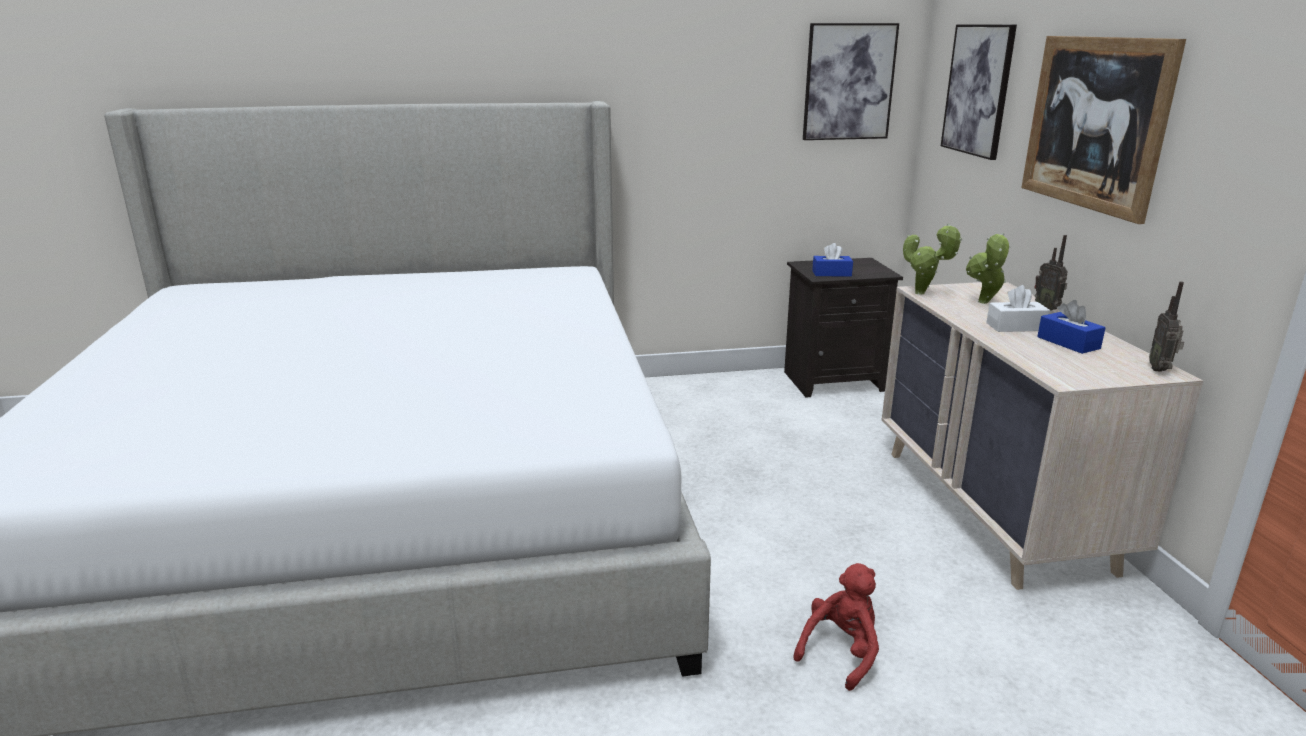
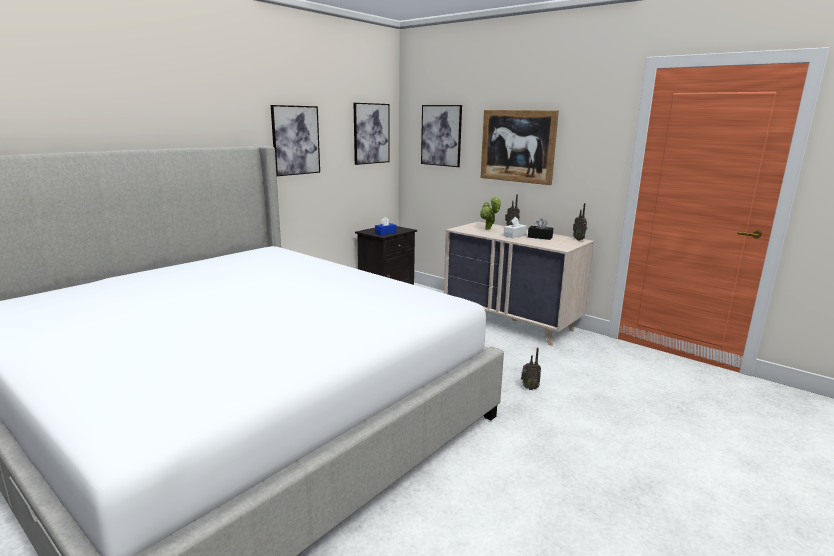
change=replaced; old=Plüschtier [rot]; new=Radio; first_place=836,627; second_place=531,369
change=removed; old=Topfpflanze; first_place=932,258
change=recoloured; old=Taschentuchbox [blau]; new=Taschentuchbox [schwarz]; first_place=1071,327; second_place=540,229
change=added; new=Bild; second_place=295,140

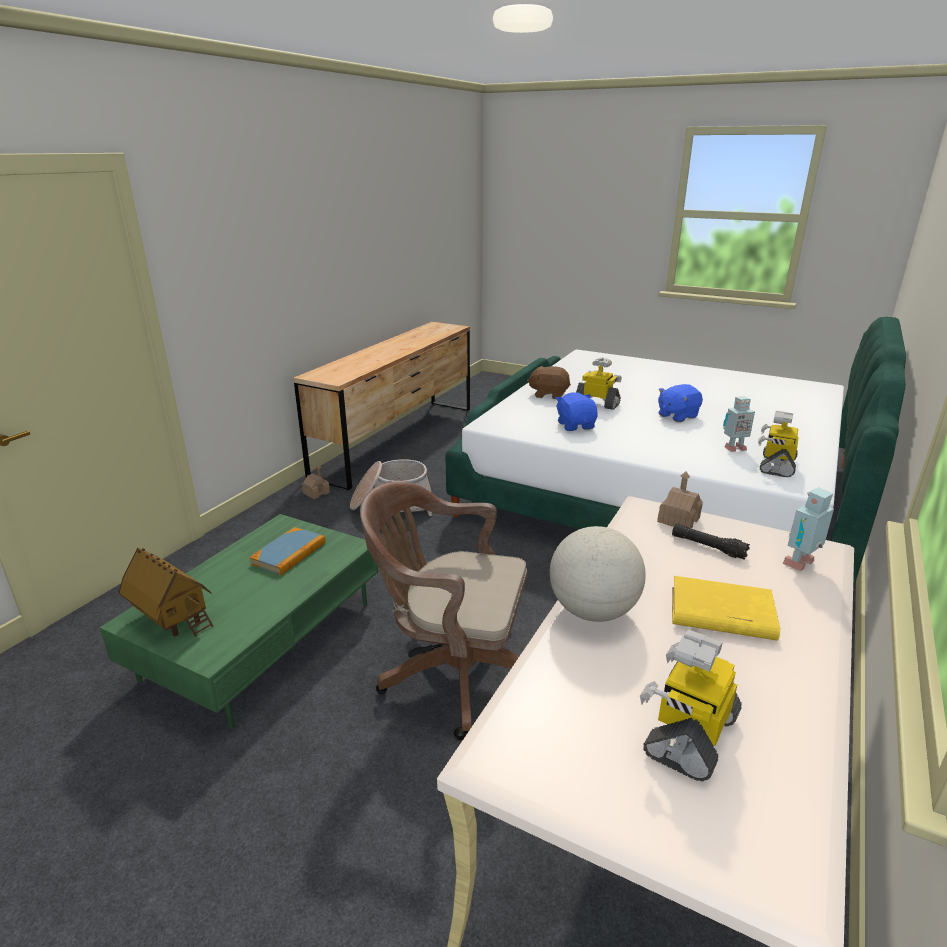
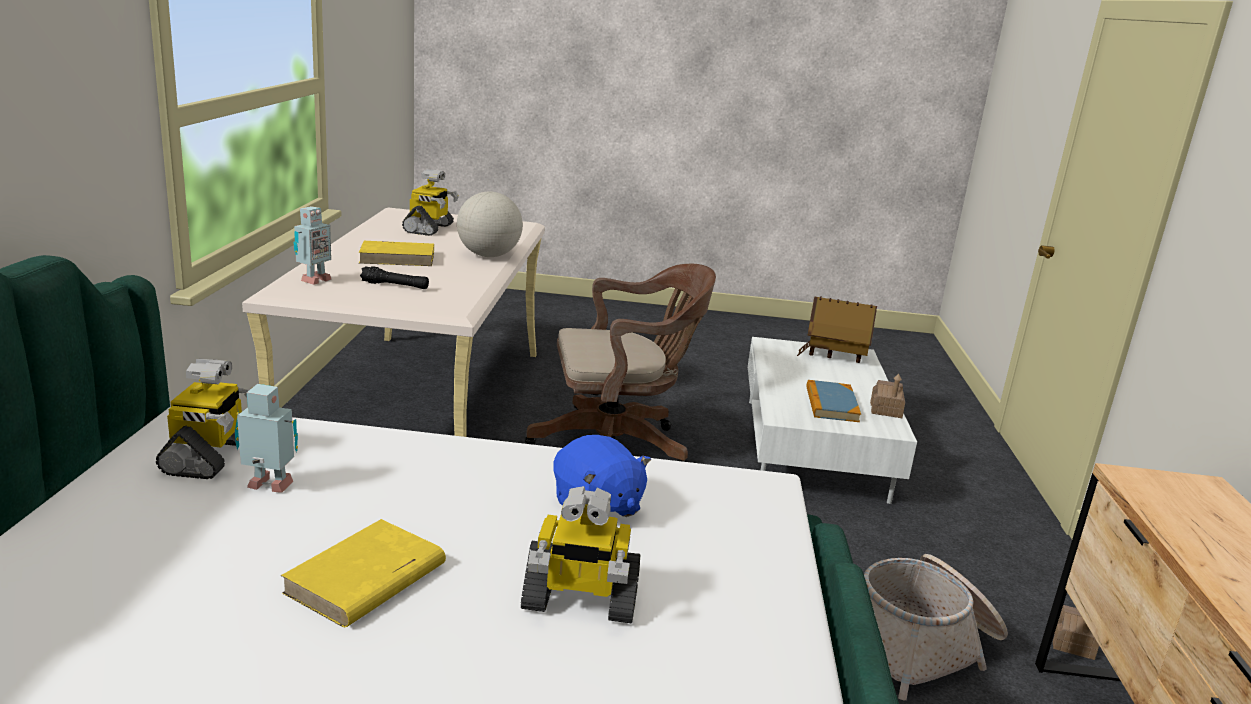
change=recoloured; old=Couchtisch [grün]; new=Couchtisch [weiß]; first_place=239,621; second_place=832,420
change=removed; old=Plüschtier [braun]; first_place=549,382
change=moved; old=Spielzeughaus; first_place=680,500; second_place=887,396
change=replaced; old=Plüschtier [blau]; new=Buch [gelb]; first_place=680,403; second_place=363,573
change=turned; old=Spielzeugroboter; first_place=739,424; second_place=266,438; degrees=45

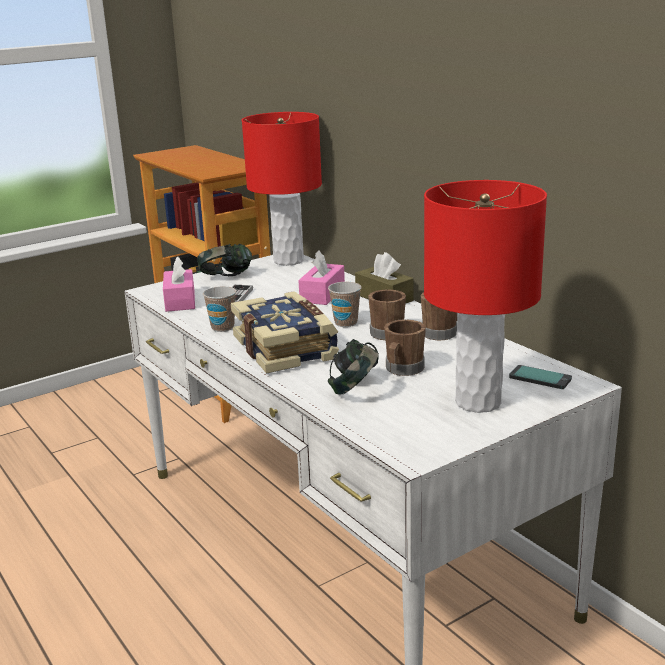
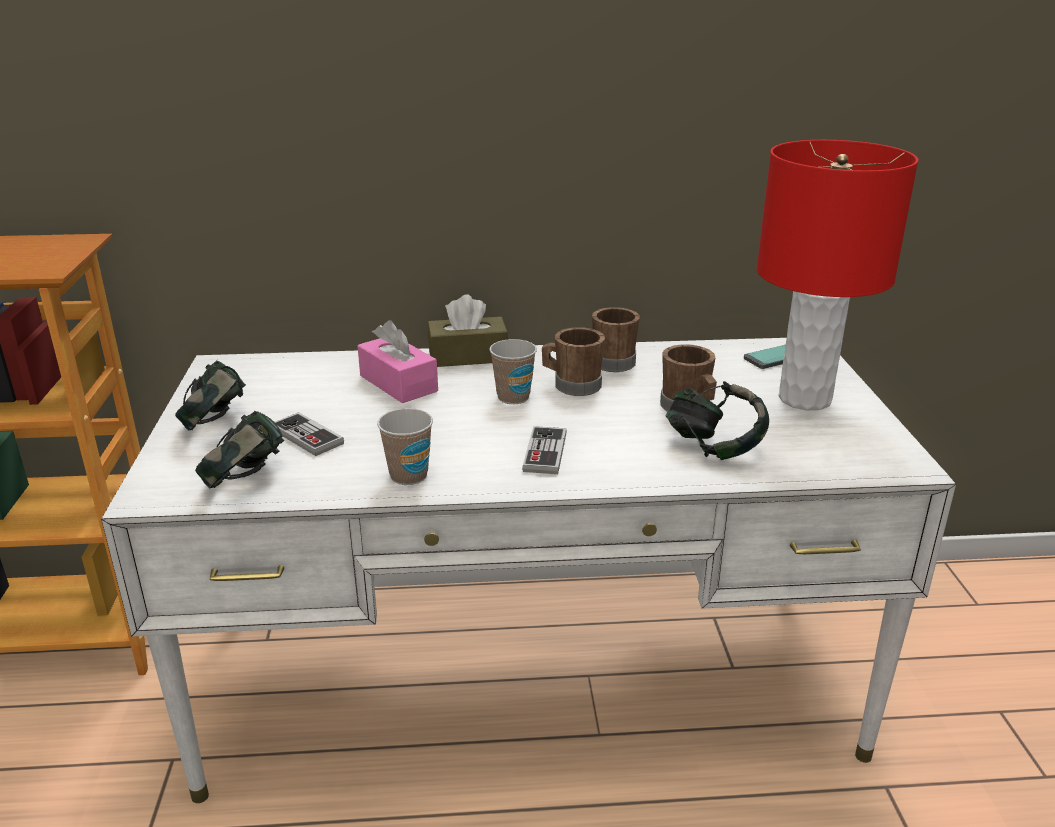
change=replaced; old=Taschentuchbox [rosa]; new=Kopfhörer; first_place=179,284; second_place=239,449
change=replaced; old=Buch; new=Gamepad; first_place=285,332; second_place=544,450
change=removed; old=Tischlampe [rot]; first_place=282,189

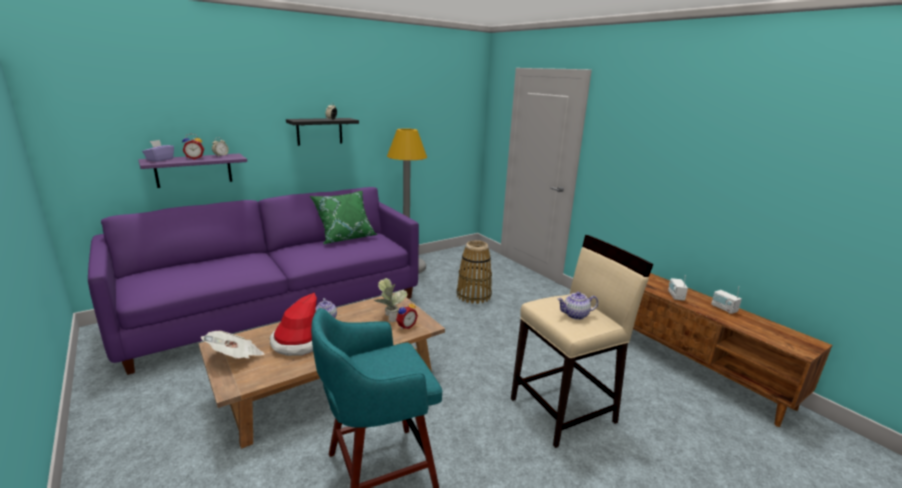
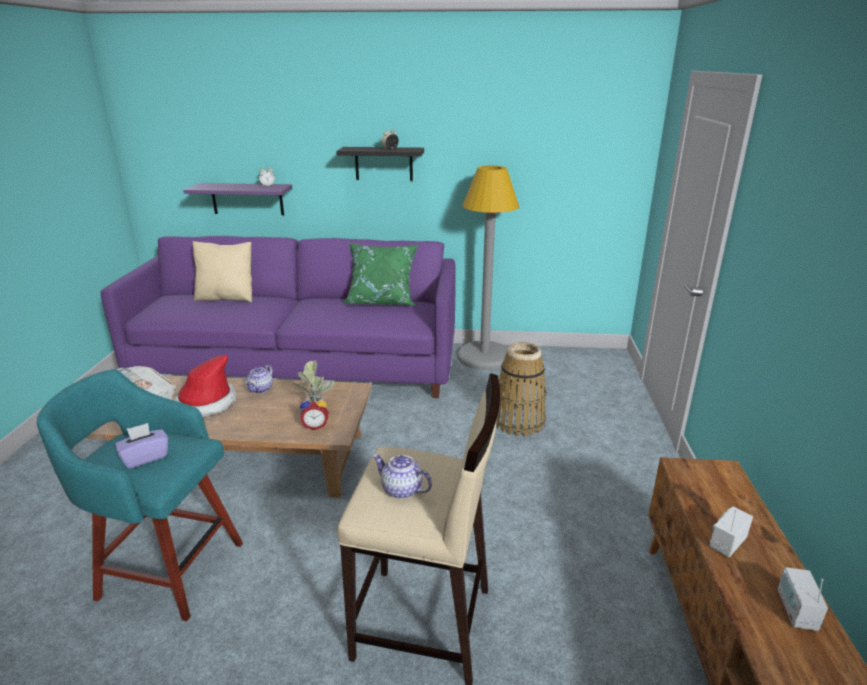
change=moved; old=Taschentuchbox [lila]; first_place=158,151; second_place=141,446
change=removed; old=Wecker; first_place=193,147
change=added; new=Kissen [beige]; second_place=222,271

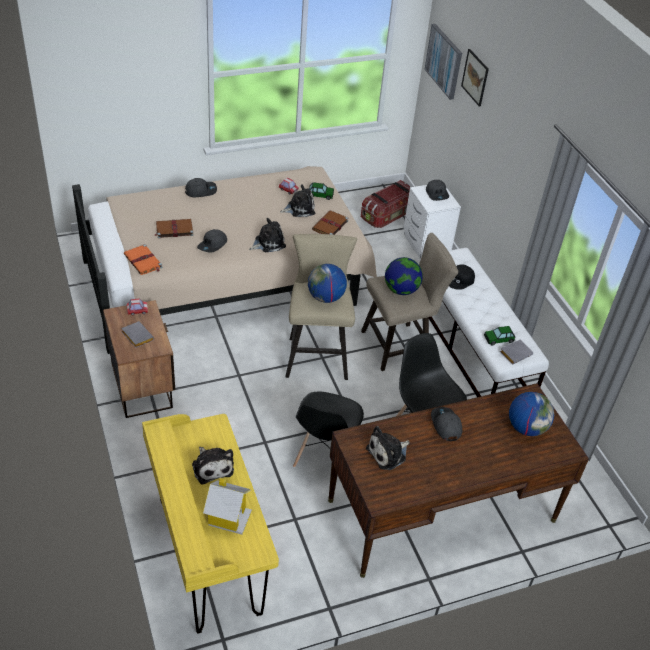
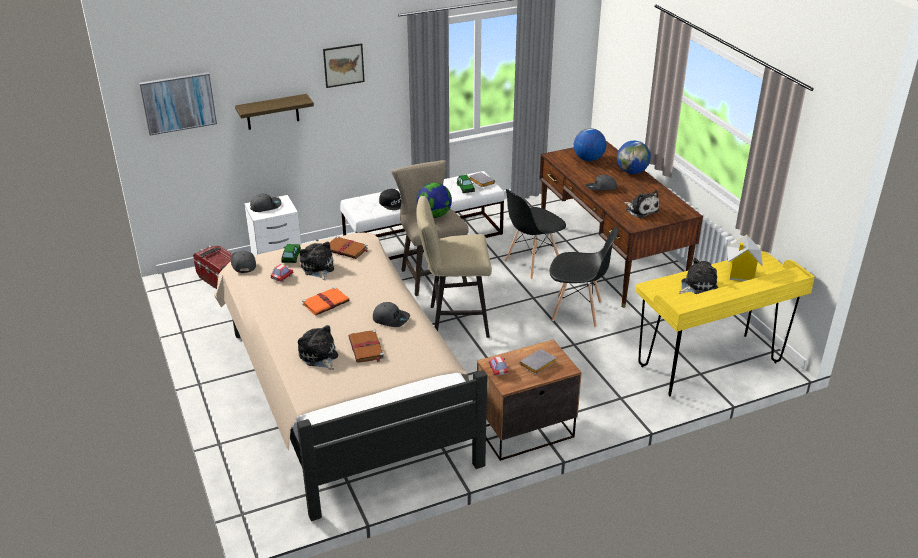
change=moved; old=Buch [orange]; first_place=143,259; second_place=325,301
change=moved; old=Kappe [grau]; first_place=201,187; second_place=243,262
change=moved; old=Plüschtier; first_place=267,235; second_place=318,347
change=moved; old=Globus; first_place=327,283; second_place=634,157
change=moved; old=Bild; first_place=475,78; second_place=344,65
change=added; new=Wandregal; second_place=274,112

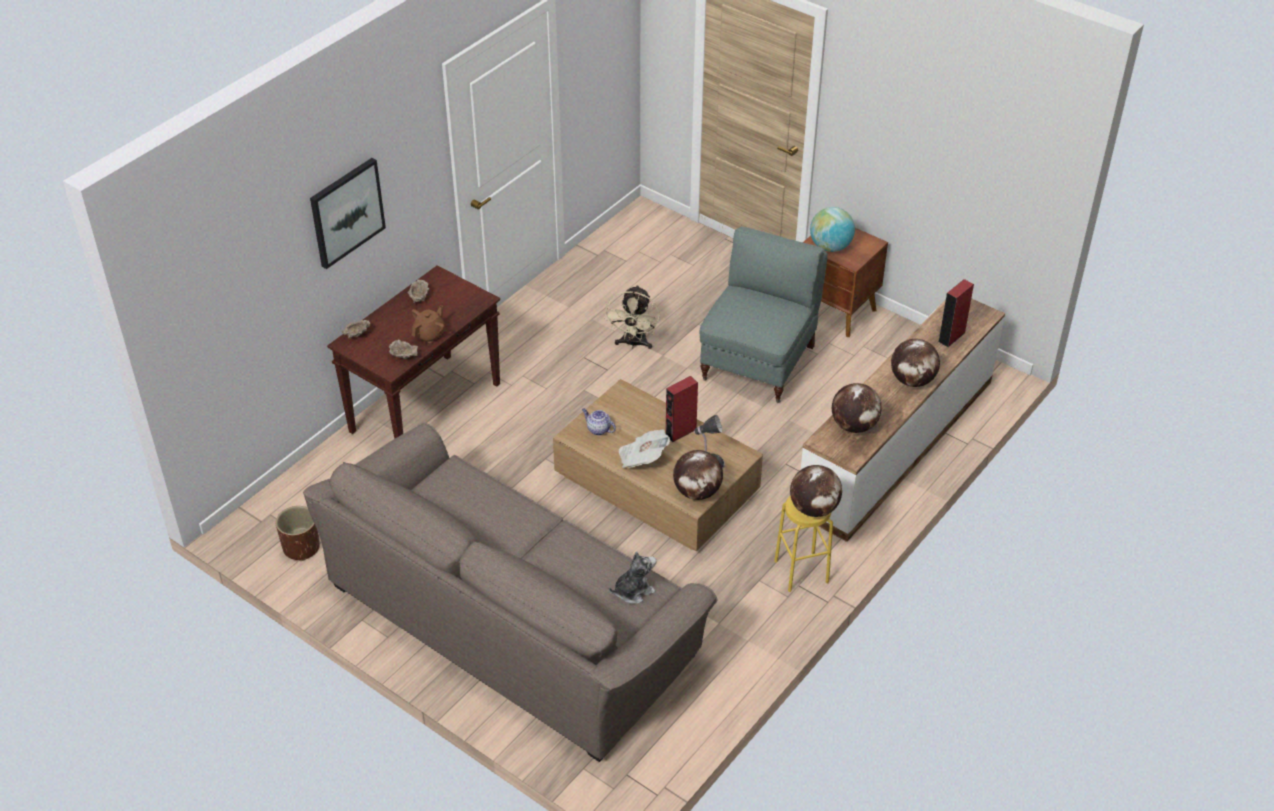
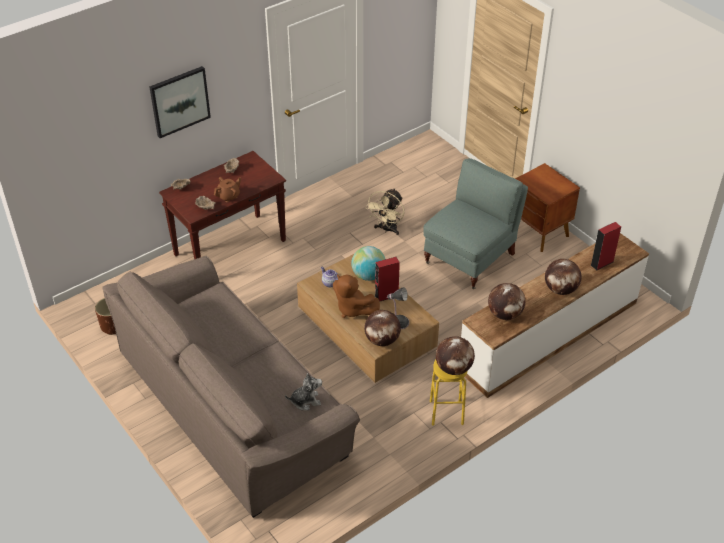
change=replaced; old=Zeitung; new=Plüschtier [braun]; first_place=644,449; second_place=356,296
change=moved; old=Globus; first_place=832,229; second_place=368,263

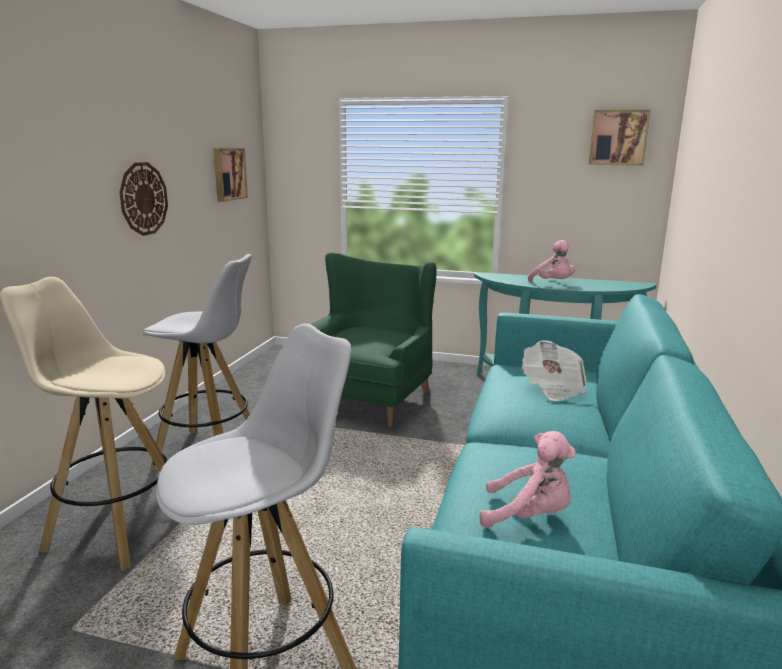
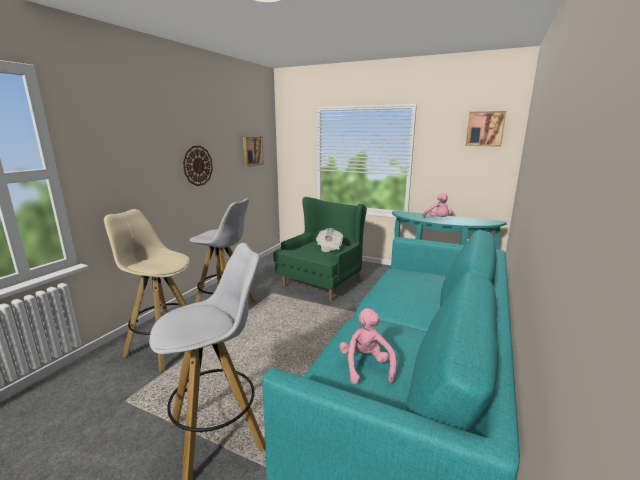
change=turned; old=Plüschtier [rosa]; first_place=528,479; second_place=368,346; degrees=-120
change=moved; old=Zeitung; first_place=553,370; second_place=329,240

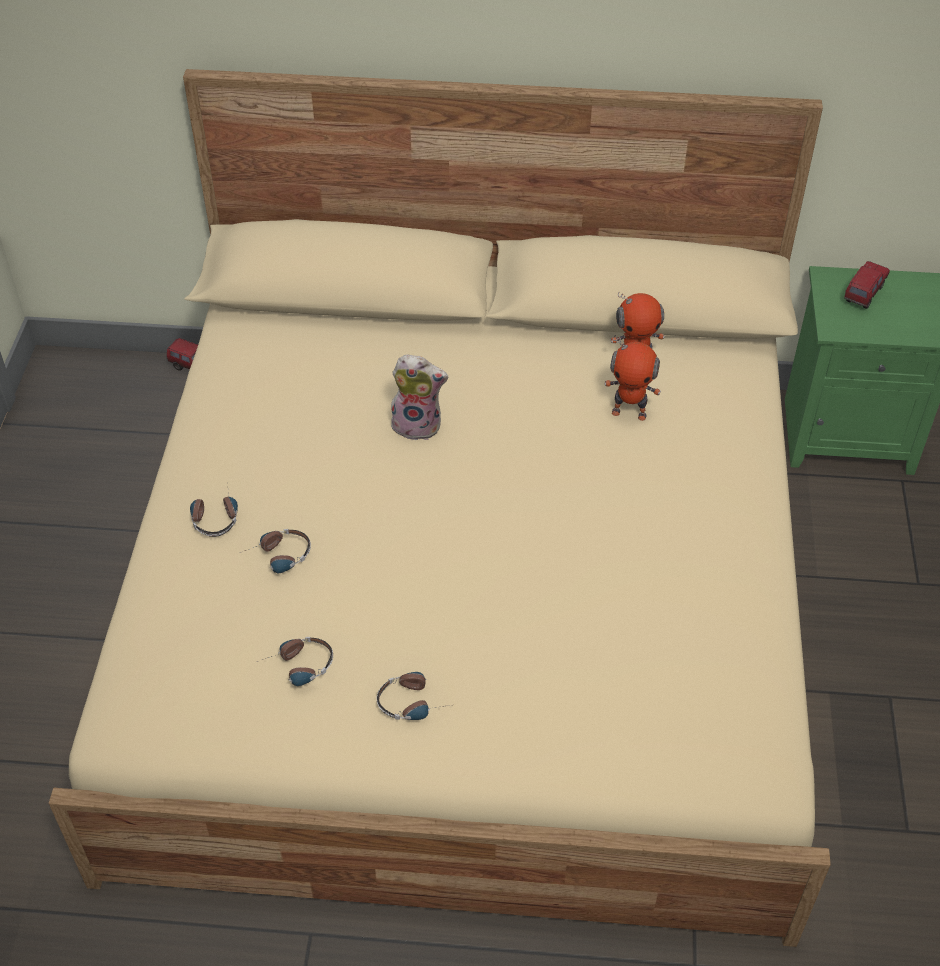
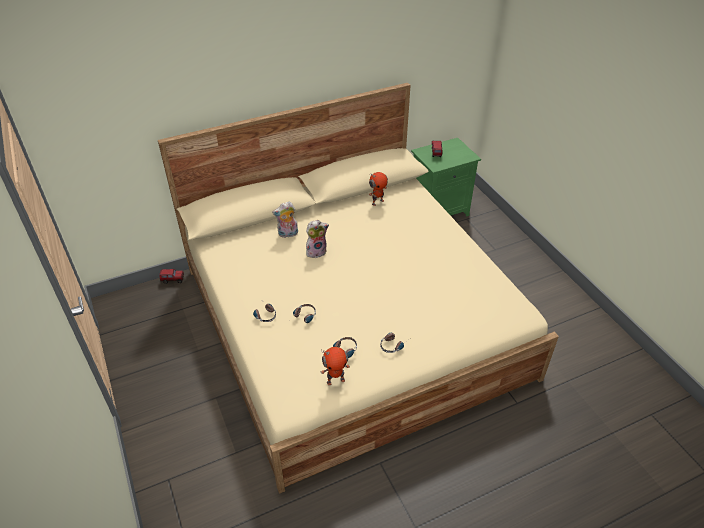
change=moved; old=Spielzeugroboter; first_place=632,378; second_place=335,366
change=added; new=Plüschtier; second_place=285,220

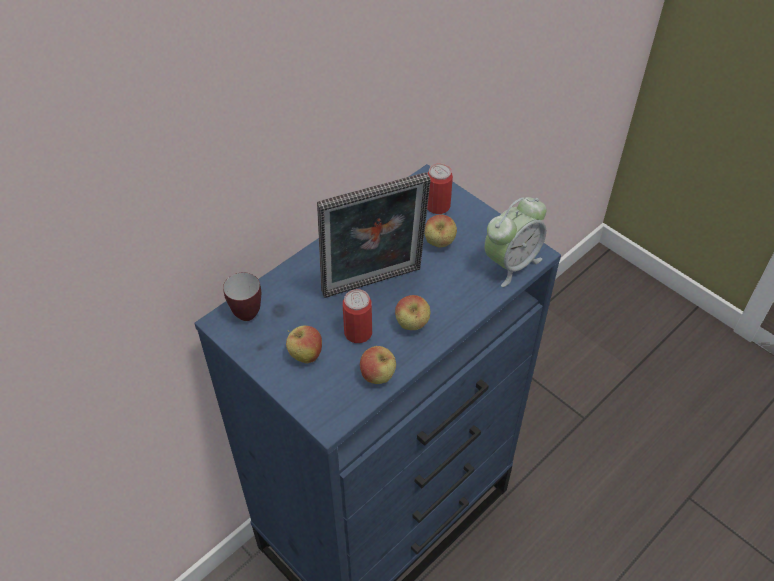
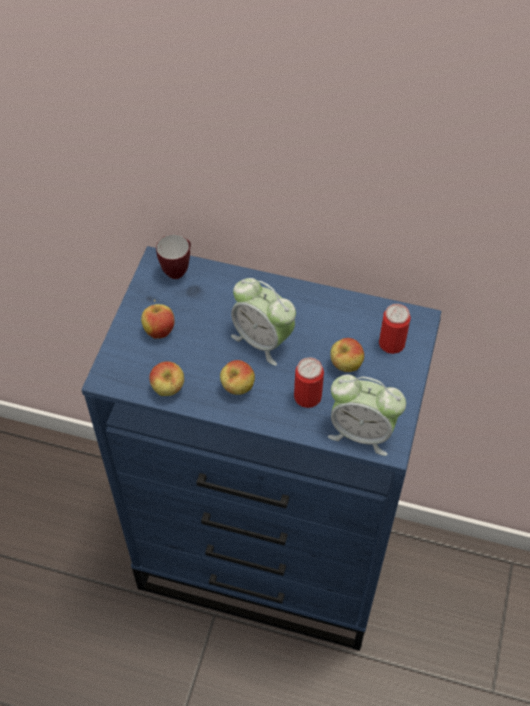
change=replaced; old=Bilderrahmen; new=Wecker; first_place=374,235; second_place=263,321
change=moved; old=Dose; first_place=357,316; second_place=309,383

